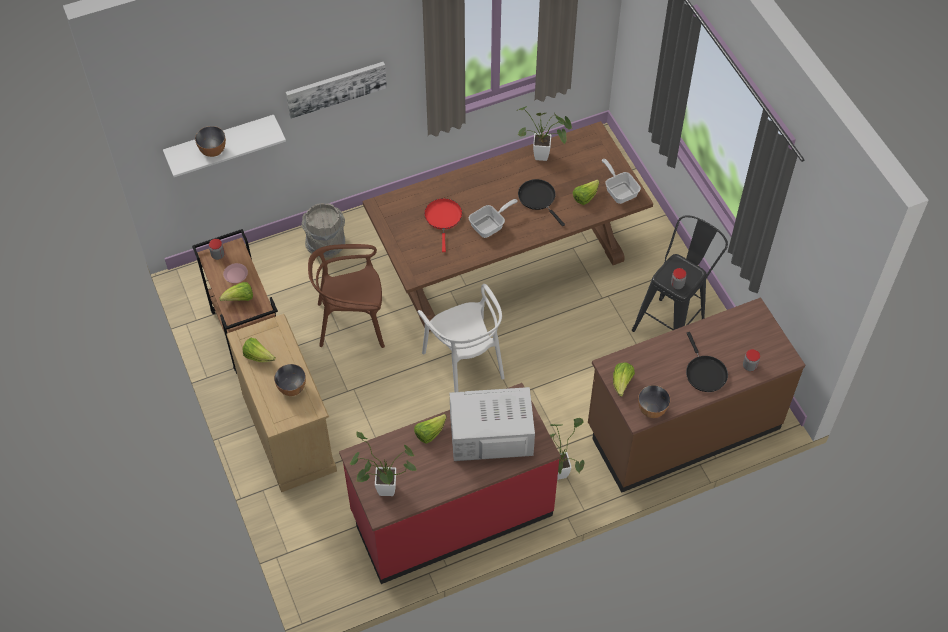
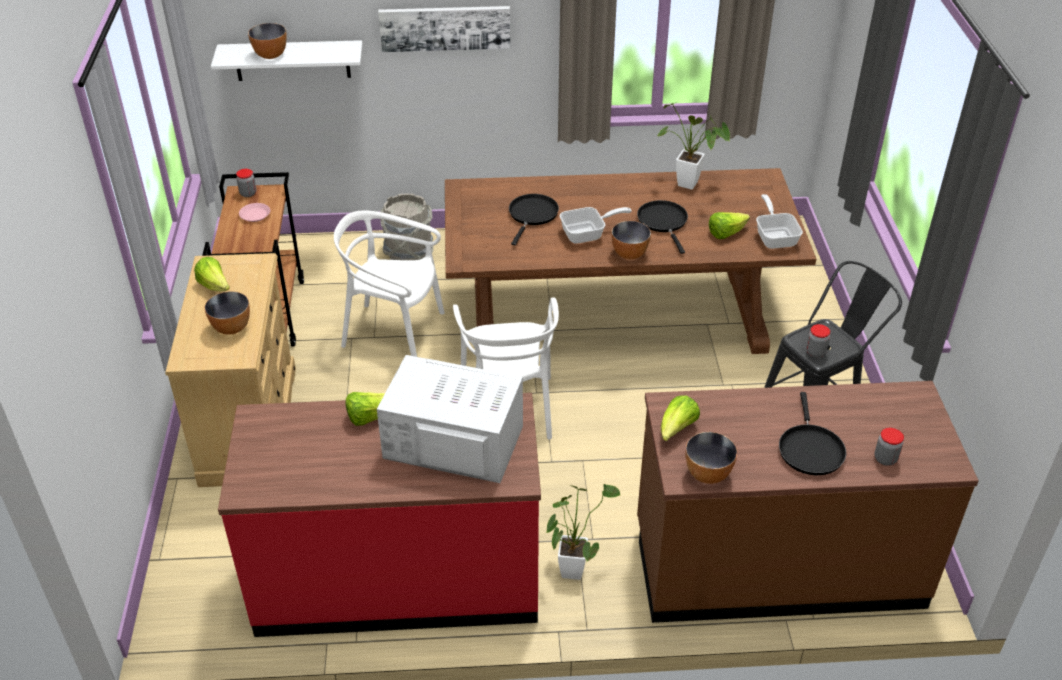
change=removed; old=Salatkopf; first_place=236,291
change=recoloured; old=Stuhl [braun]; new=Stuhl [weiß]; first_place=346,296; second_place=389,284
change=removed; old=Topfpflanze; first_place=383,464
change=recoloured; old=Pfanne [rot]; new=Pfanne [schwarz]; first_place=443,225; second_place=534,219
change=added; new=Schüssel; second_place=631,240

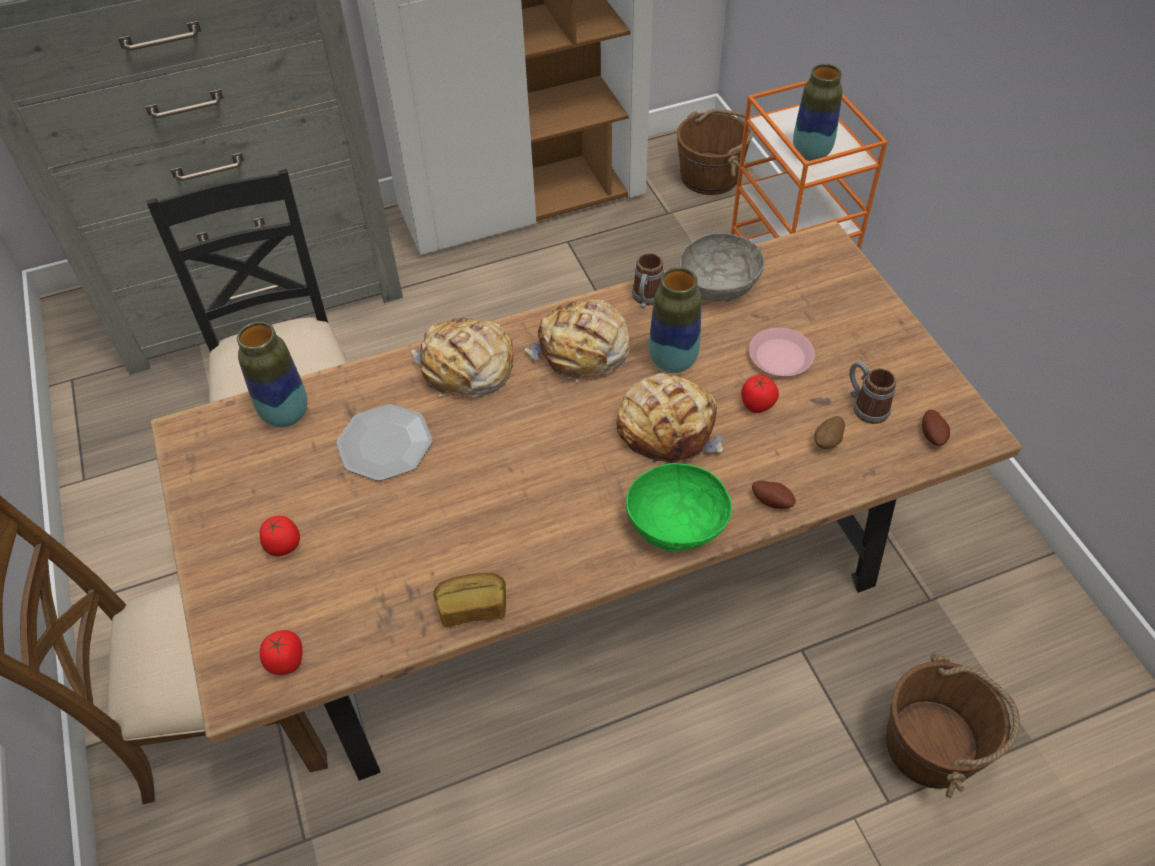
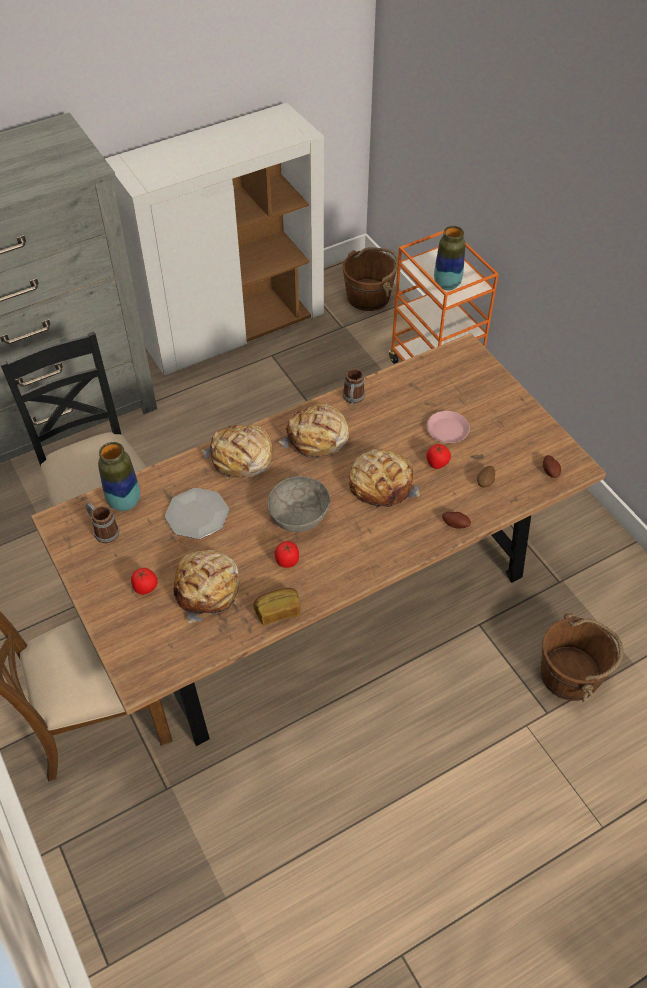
change=moved; old=Tomate; first_place=281,652; second_place=287,554
change=removed; old=Schüssel [grün]; first_place=679,507
change=removed; old=Vase; first_place=675,320
change=moved; old=Schüssel [grau]; first_place=722,267; second_place=298,504
change=moved; old=Henkelbecher; first_place=872,392; second_place=102,523
change=added; new=Brot; second_place=206,586

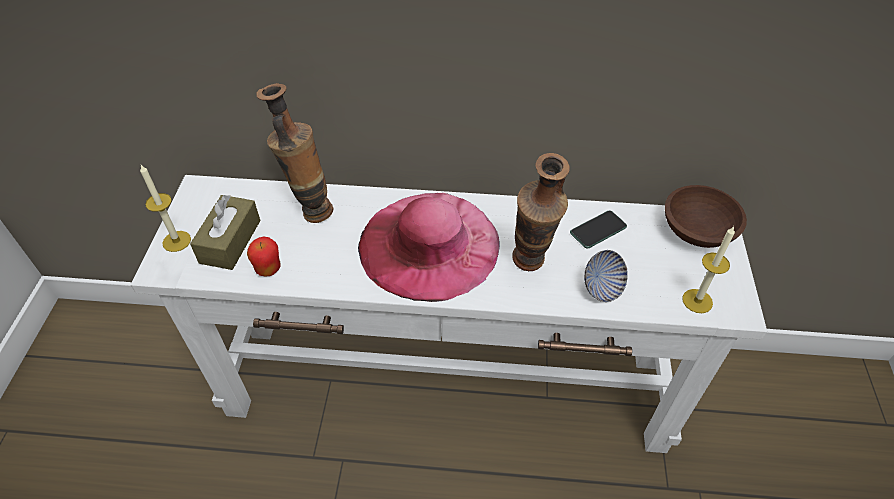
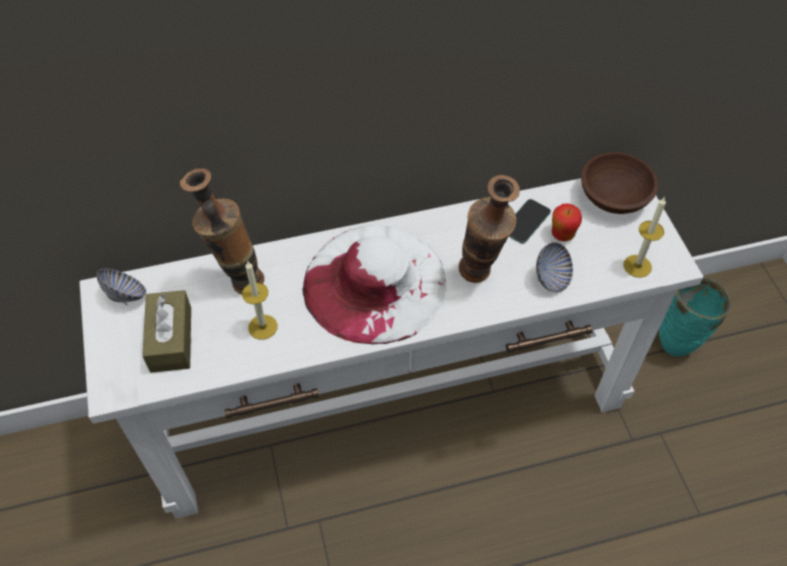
change=moved; old=Kerze; first_place=165,208; second_place=260,301
change=moved; old=Apfel; first_place=263,256; second_place=567,222
change=recoloured; old=Hut [rosa]; new=Hut [weiß]; first_place=429,247; second_place=374,285
change=added; new=Schüssel; second_place=121,286
change=added; new=Vase [türkis]; second_place=695,317

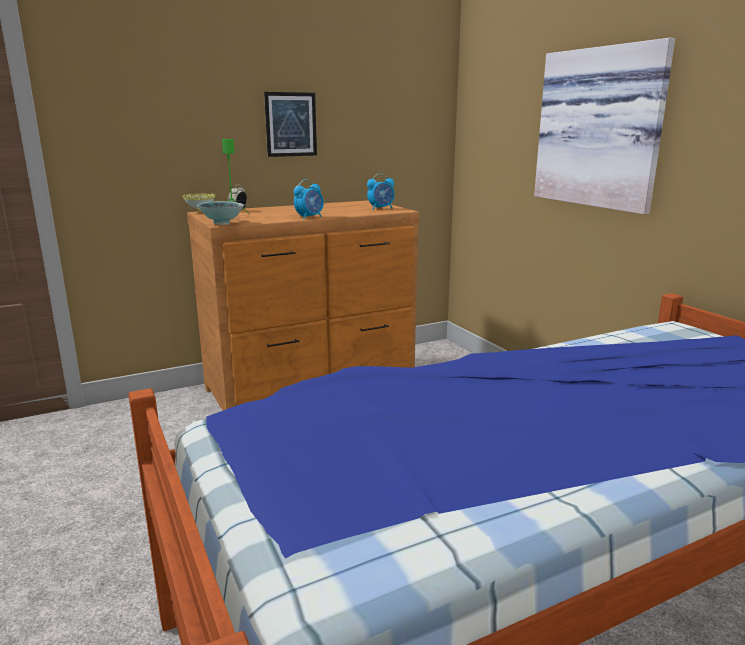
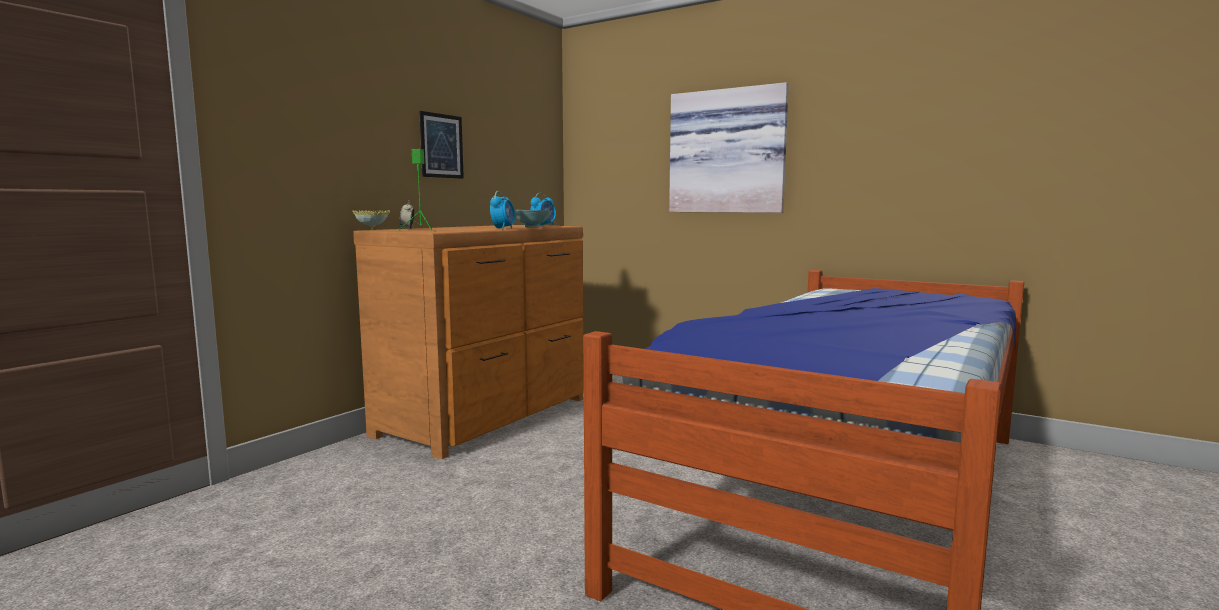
change=moved; old=Schüssel; first_place=220,213; second_place=533,219

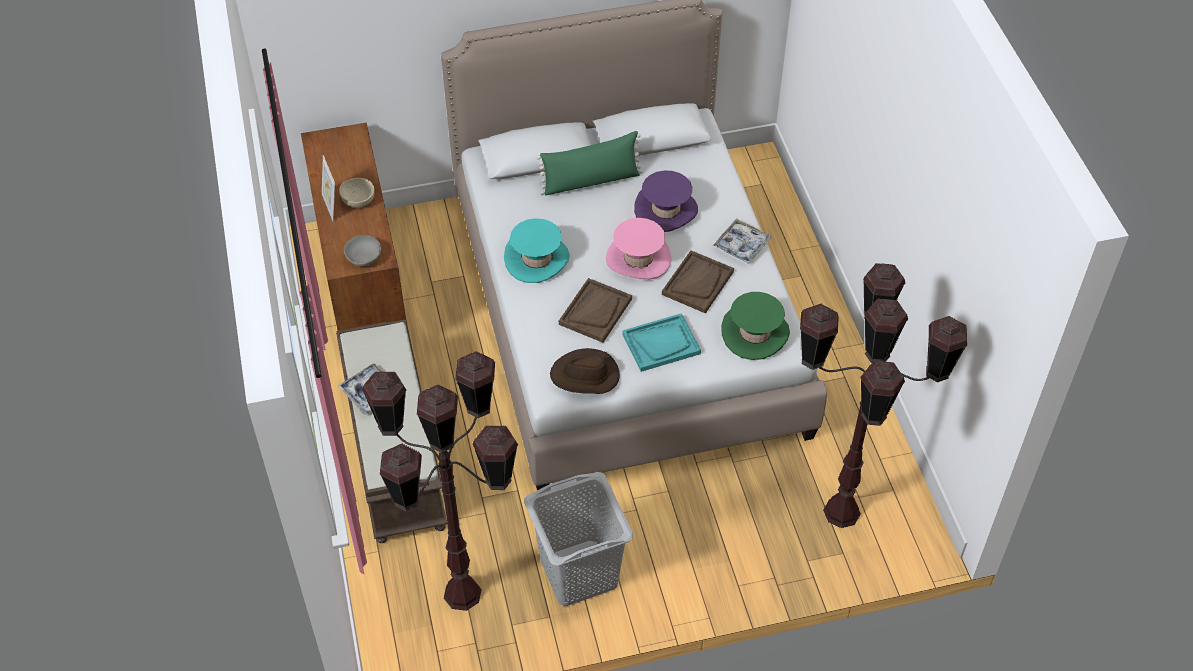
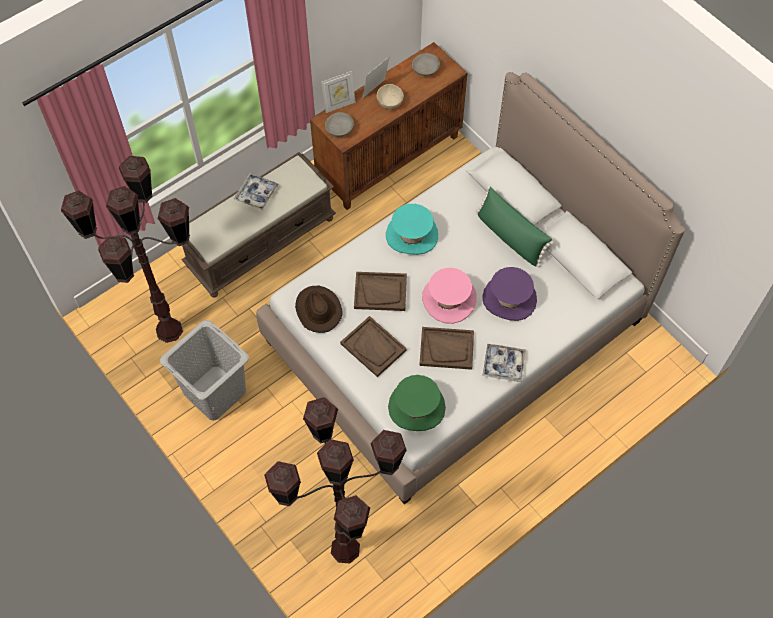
change=recoloured; old=Tablett [türkis]; new=Tablett [braun]; first_place=661,342; second_place=373,346
change=added; new=Bilderrahmen; second_place=338,92
change=added; new=Schüssel [grau]; second_place=426,64

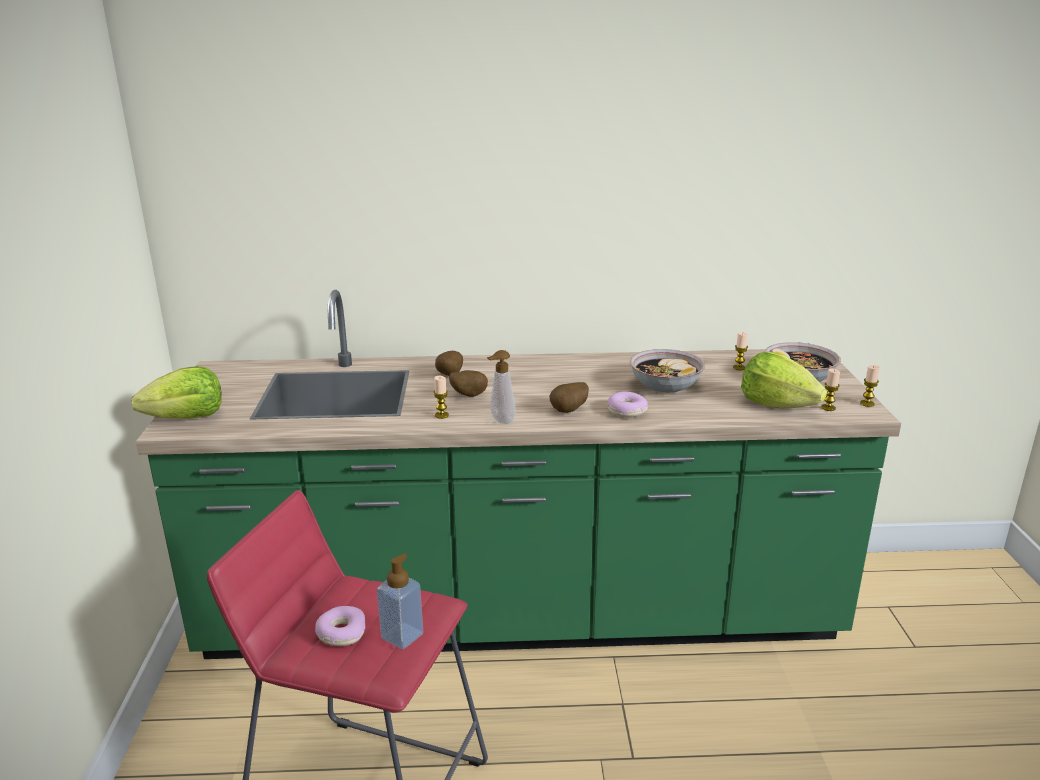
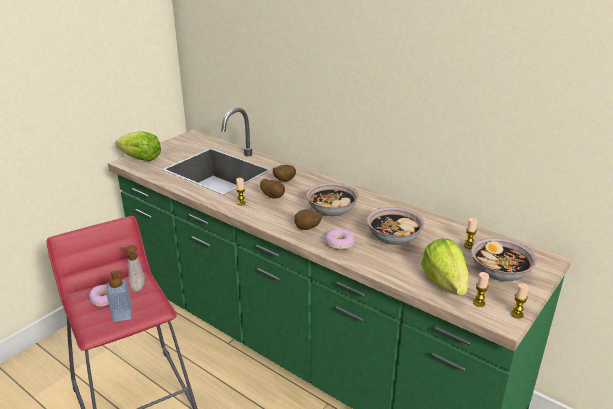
change=moved; old=Seifenspender; first_place=501,387; second_place=132,268
change=added; new=Schüssel; second_place=332,199

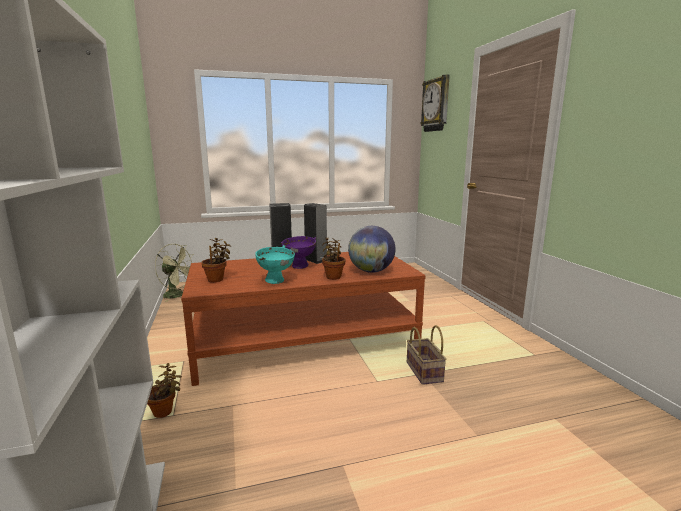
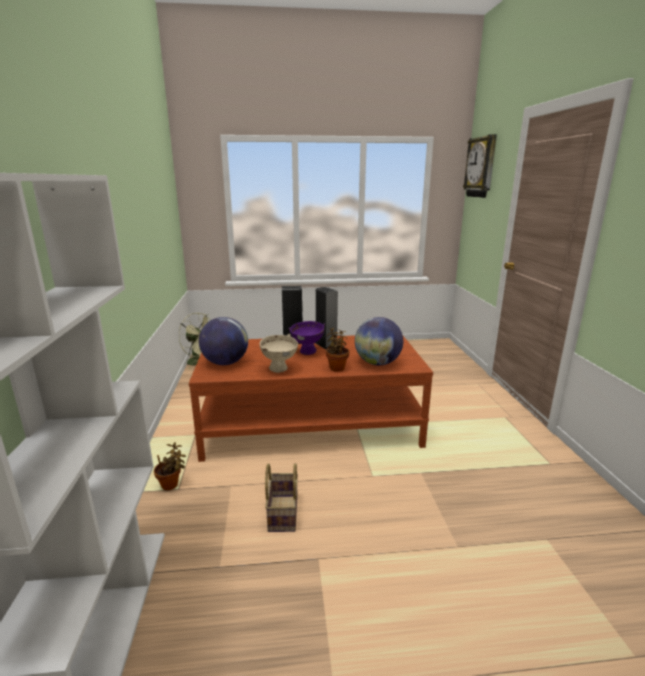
change=replaced; old=Topfpflanze; new=Globus; first_place=216,260; second_place=223,341
change=recoloured; old=Schüssel [türkis]; new=Schüssel [beige]; first_place=275,264; second_place=279,353
change=moved; old=Korb; first_place=426,355; second_place=281,497

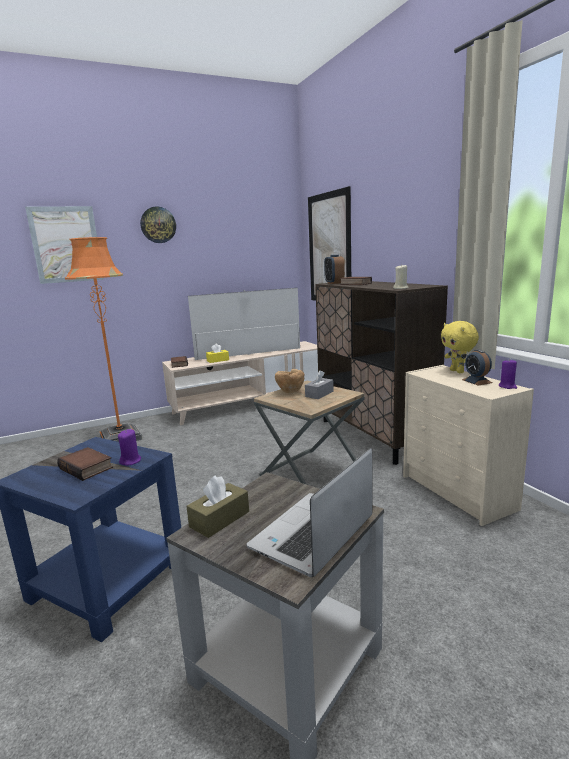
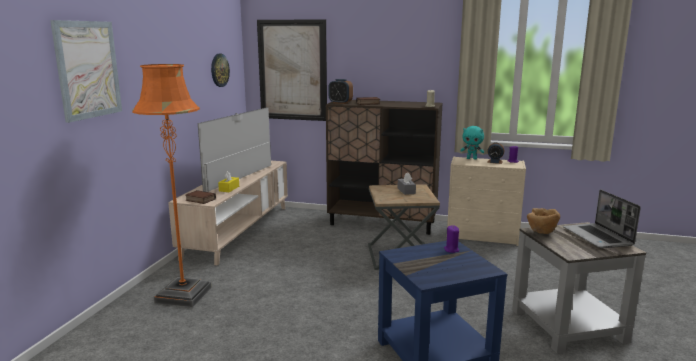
change=removed; old=Buch; first_place=85,464
change=moved; old=Wanduhr; first_place=158,225; second_place=220,70
change=removed; old=Taschentuchbox [braun]; first_place=217,506
change=moved; old=Schüssel [braun]; first_place=289,381; second_place=543,221
change=recoloured; old=Plüschtier [gelb]; new=Plüschtier [türkis]; first_place=460,347; second_place=472,143

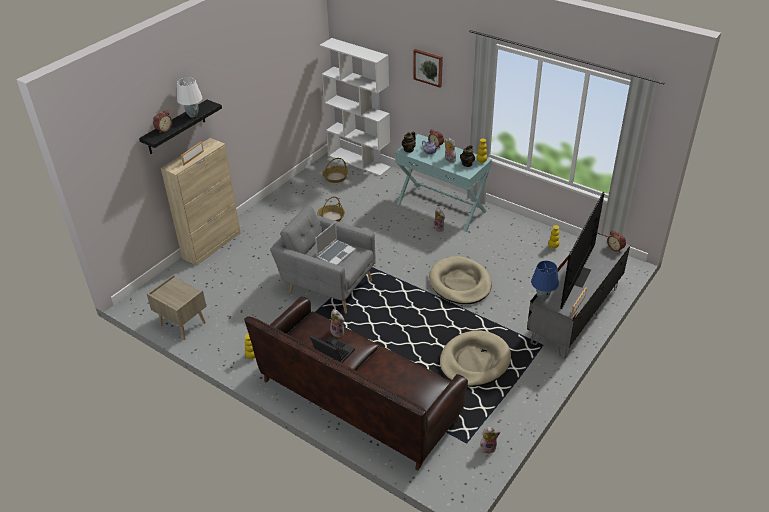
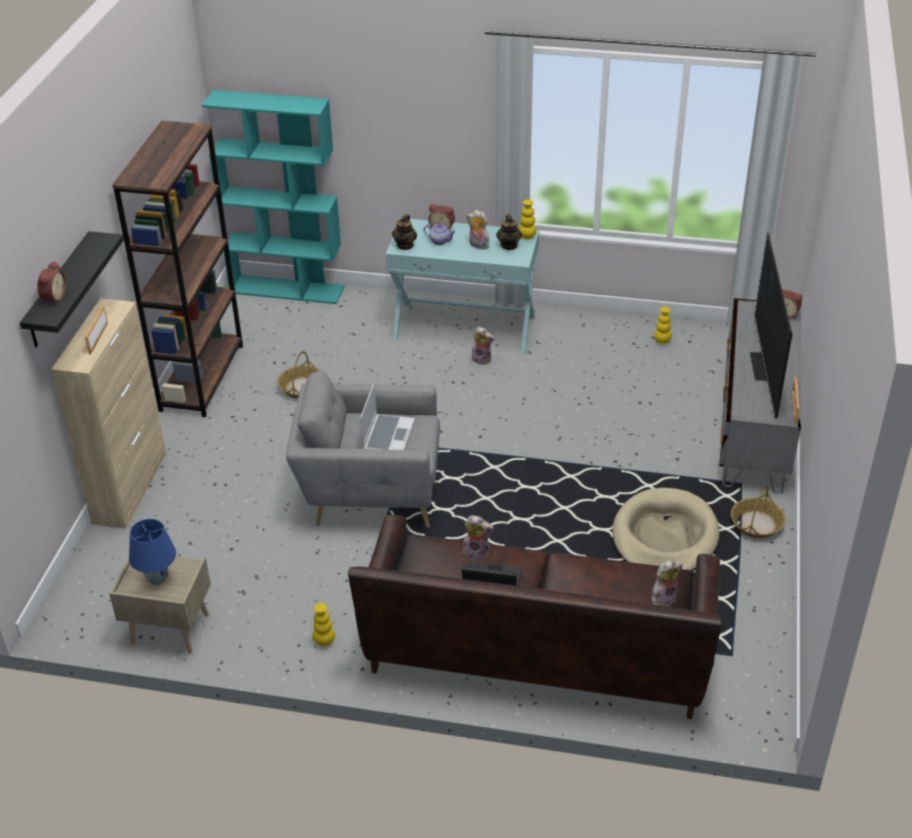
change=removed; old=Tischlampe [weiß]; first_place=189,97
change=recoloured; old=Bücherregal [weiß]; new=Bücherregal [türkis]; first_place=355,107; second_place=273,197
change=moved; old=Korb; first_place=335,170; second_place=758,511
change=removed; old=Bild; first_place=428,68
change=removed; old=Hundebett [beige]; first_place=460,280
change=moved; old=Plüschtier; first_place=490,440; second_place=667,583
change=moved; old=Tischlampe [blau]; first_place=545,280; second_place=152,552
change=added; new=Bücherregal [braun]; second_place=177,269

